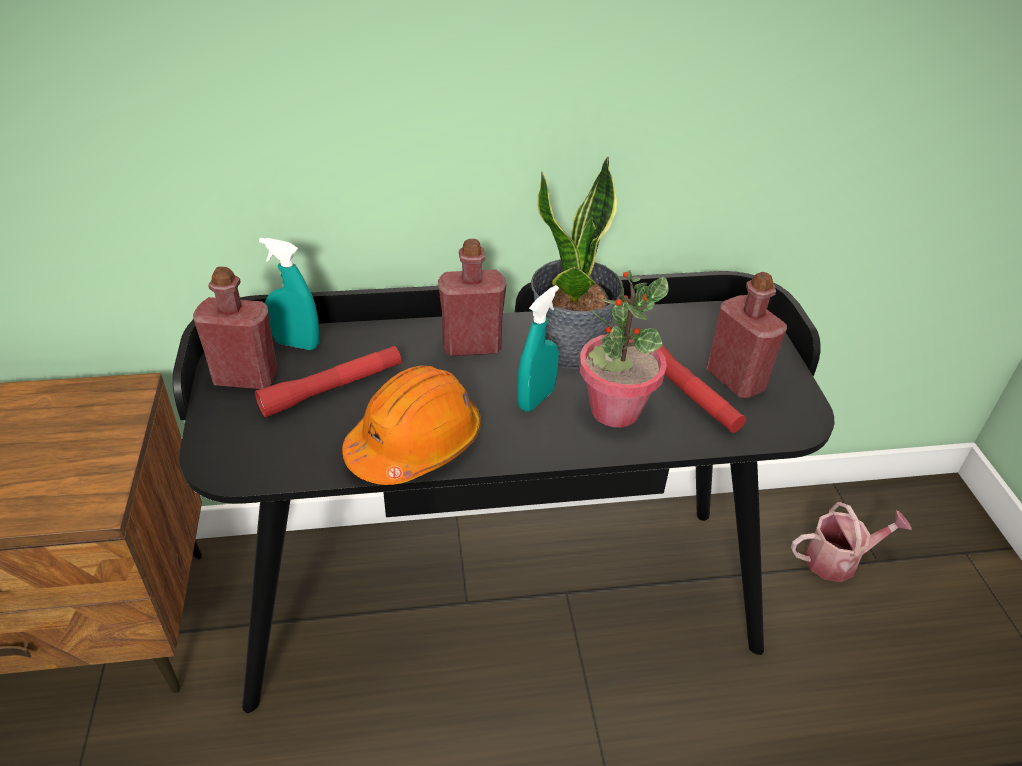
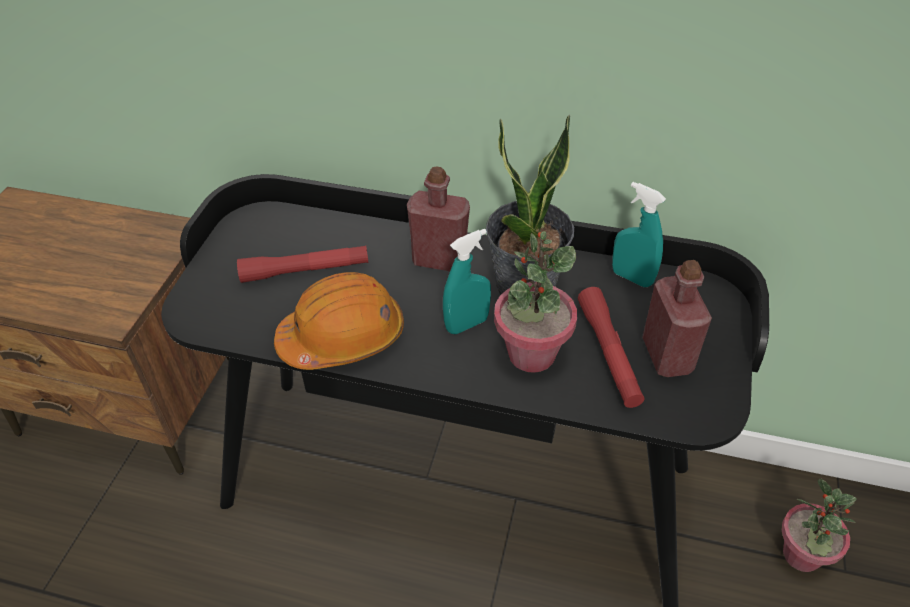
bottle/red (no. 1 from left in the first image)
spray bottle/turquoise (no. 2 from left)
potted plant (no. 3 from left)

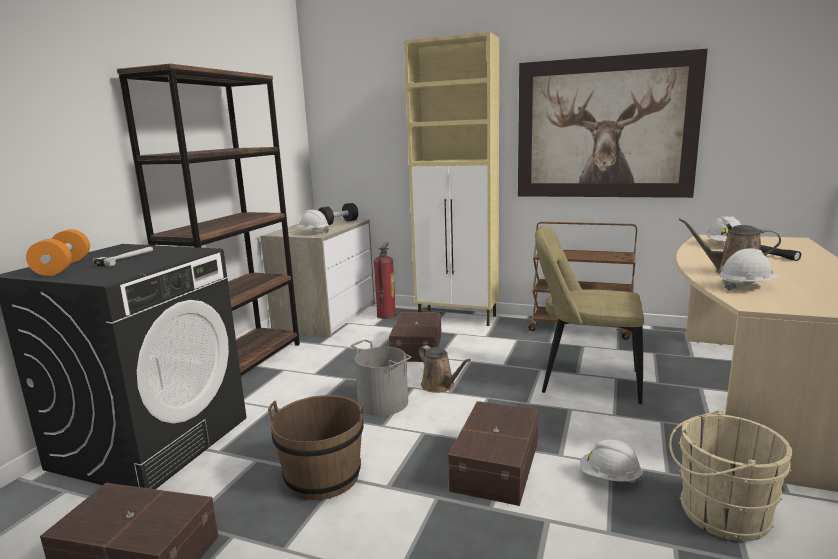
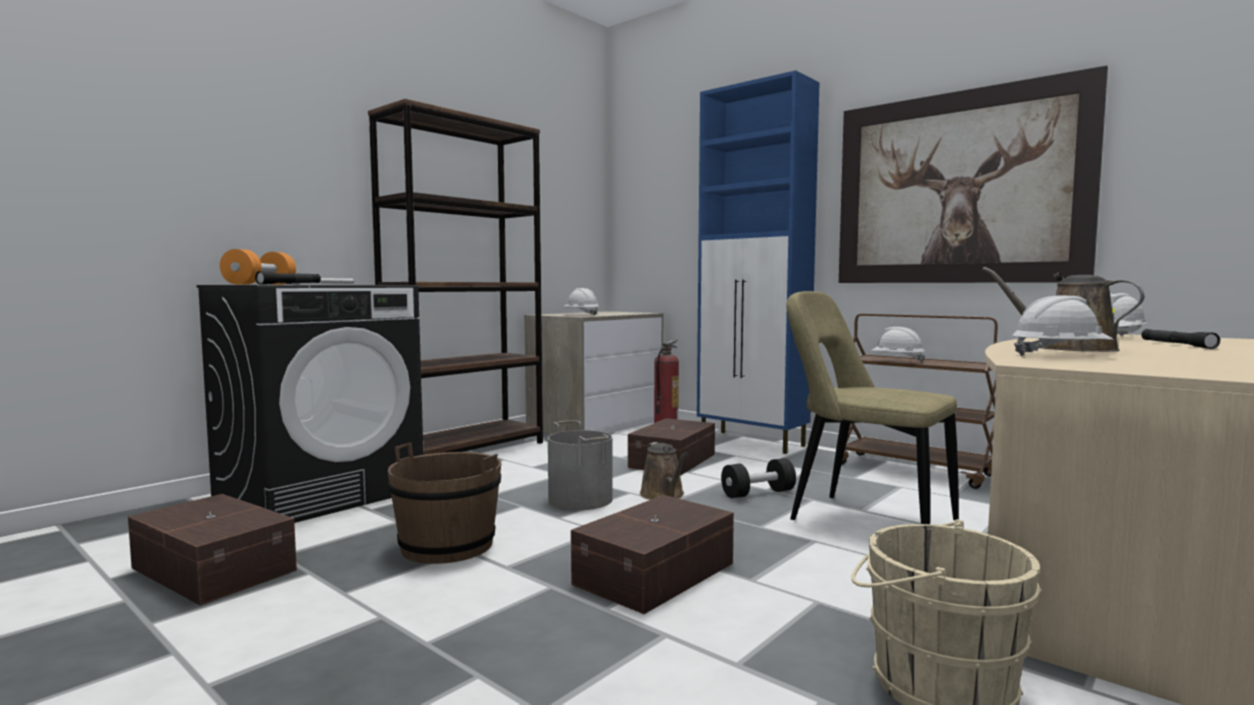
dumbbell/black
cabinet/blue
hard hat/white (no. 2 from left)
flashlight/black (no. 1 from left)

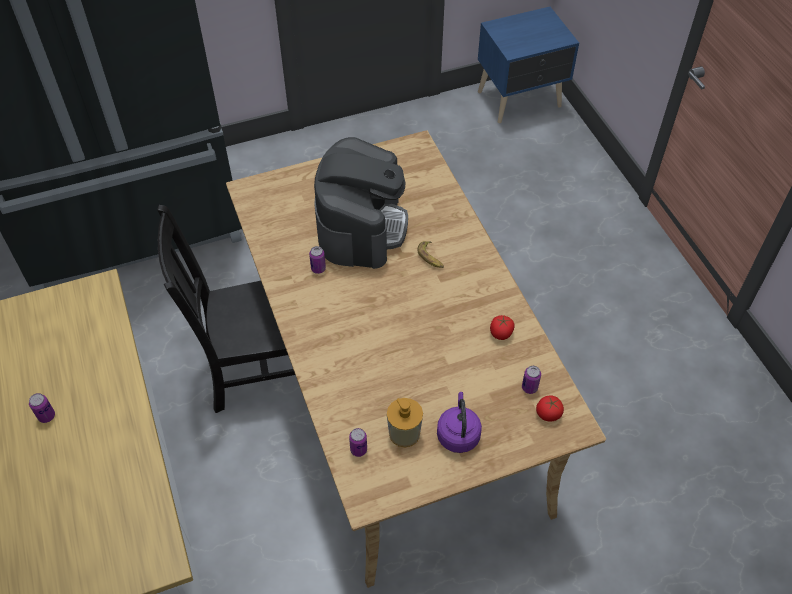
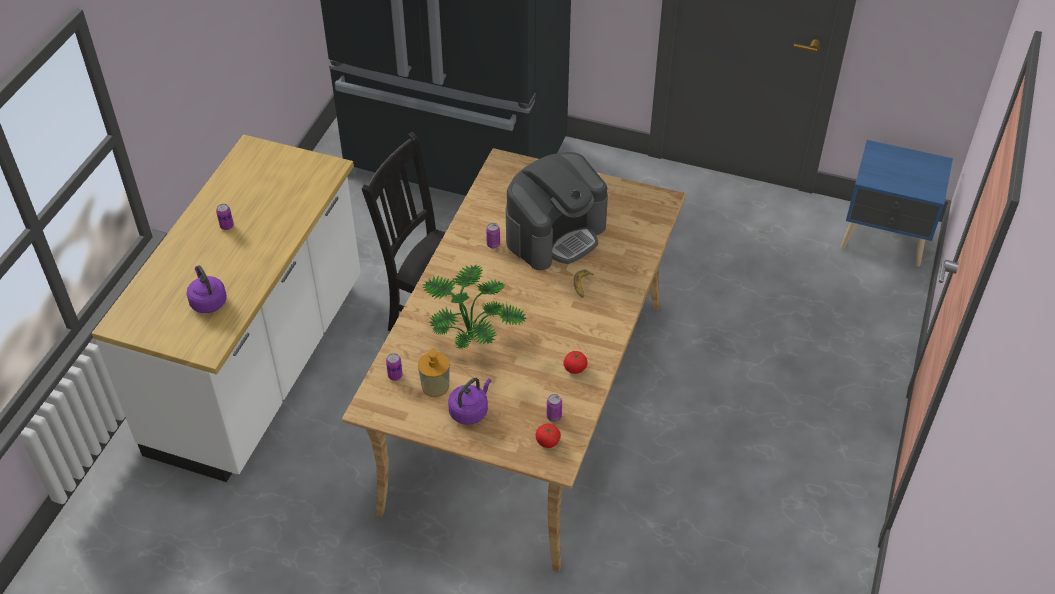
kettle/purple (no. 1 from left)
potted plant

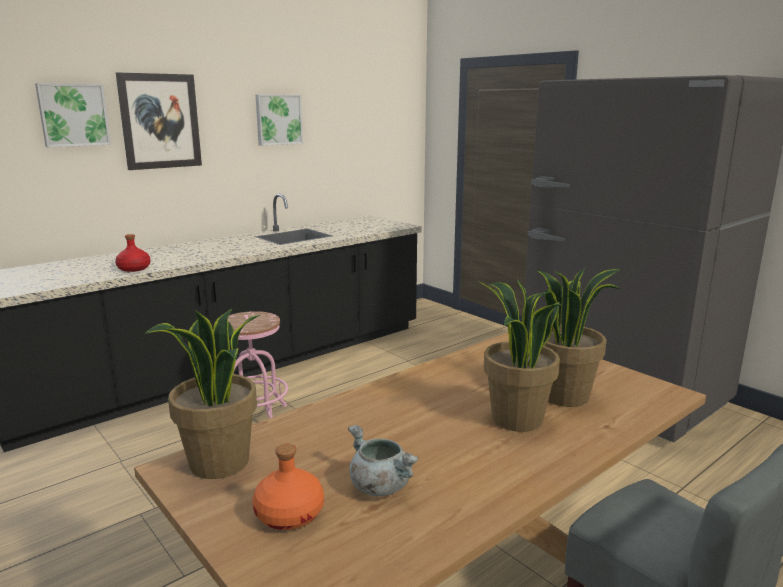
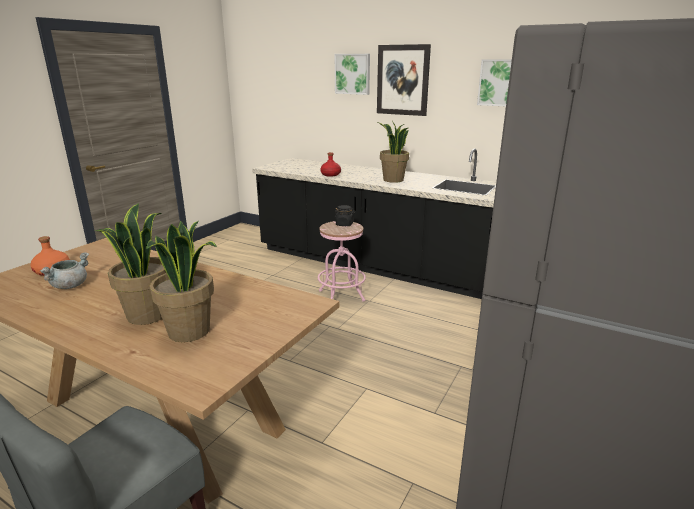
potted plant (no. 3 from left)
jar/black

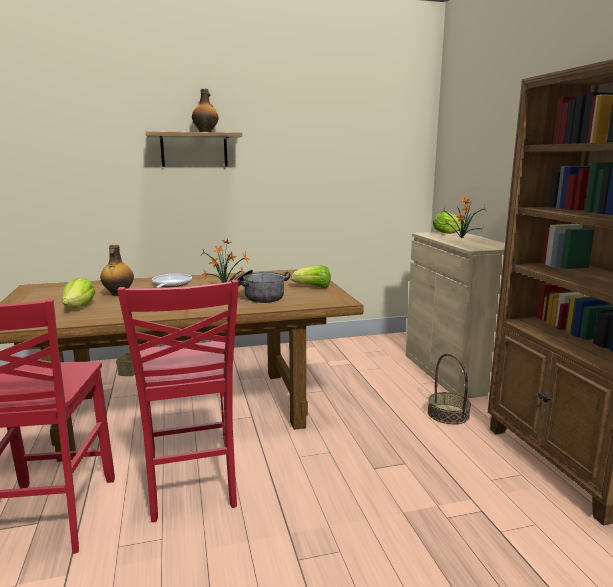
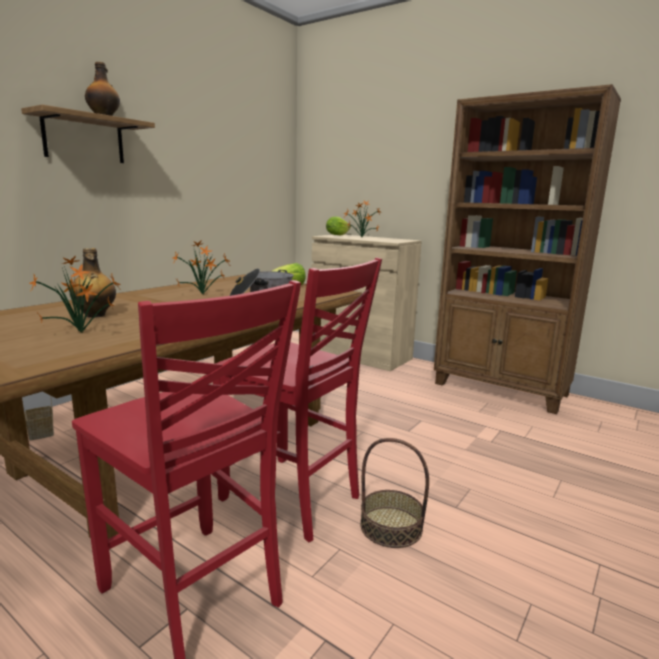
potted plant (no. 1 from left)
frying pan
basket (no. 2 from left)

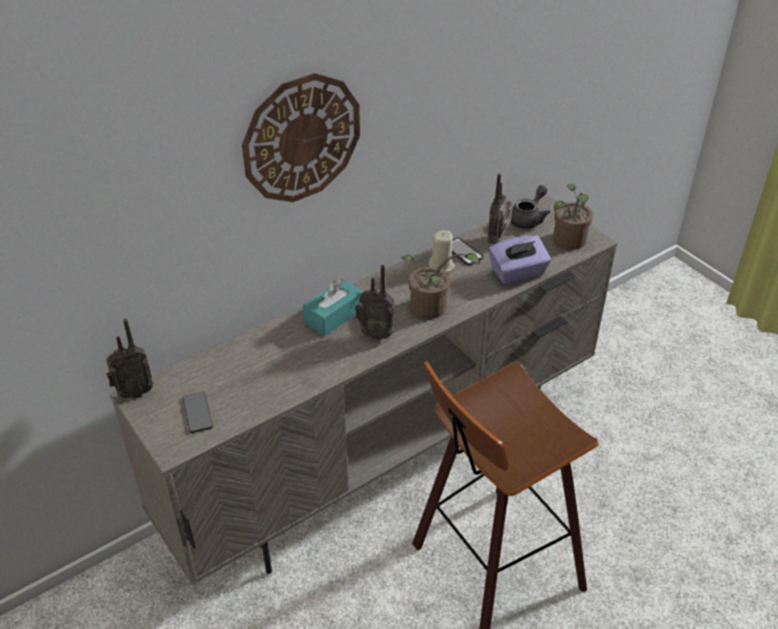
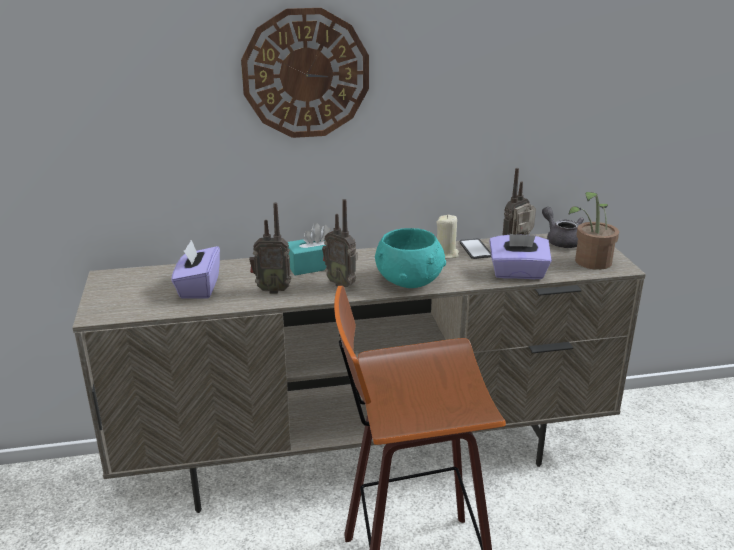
radio (no. 1 from left)
phone (no. 1 from left in the first image)
bowl/turquoise
teapot/grey
tissue box/purple (no. 1 from left)

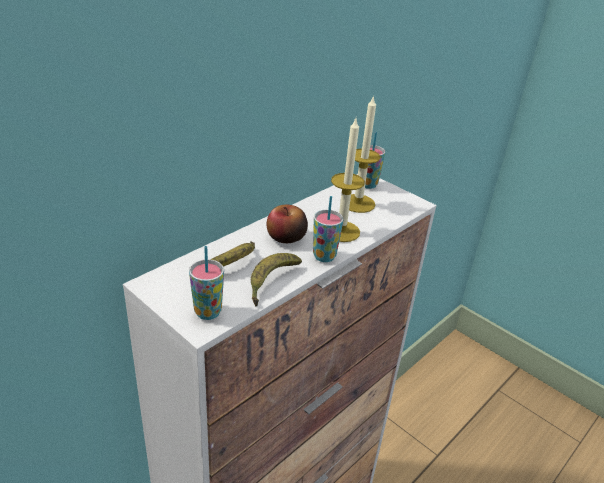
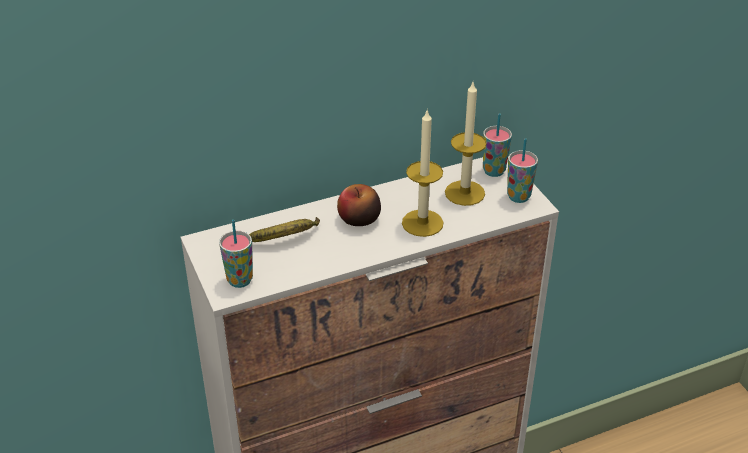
banana (no. 2 from left in the first image)
cup (no. 3 from left)

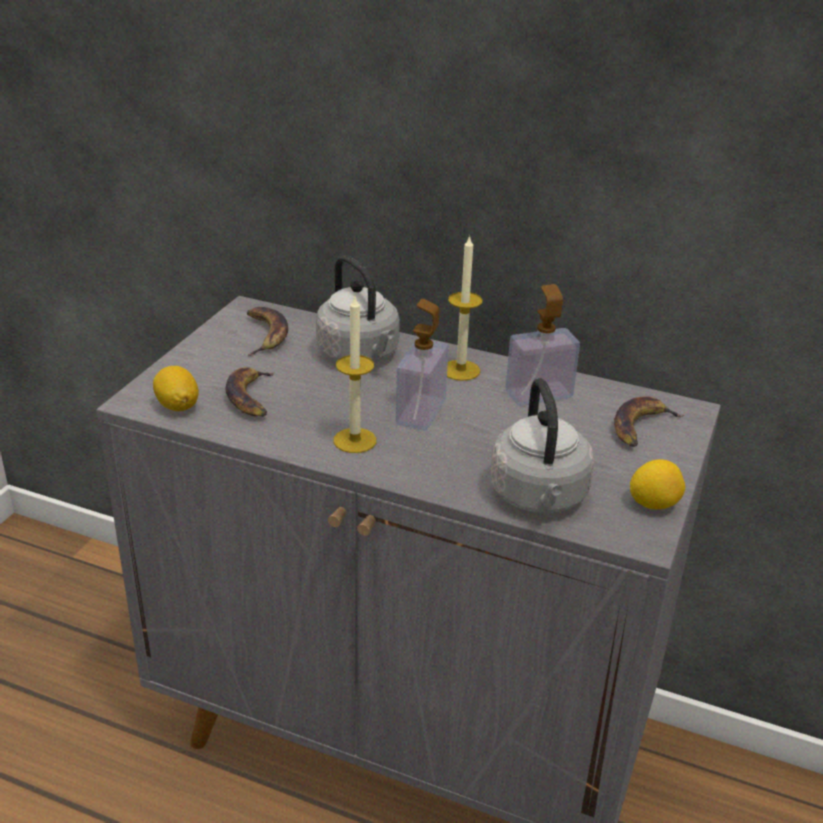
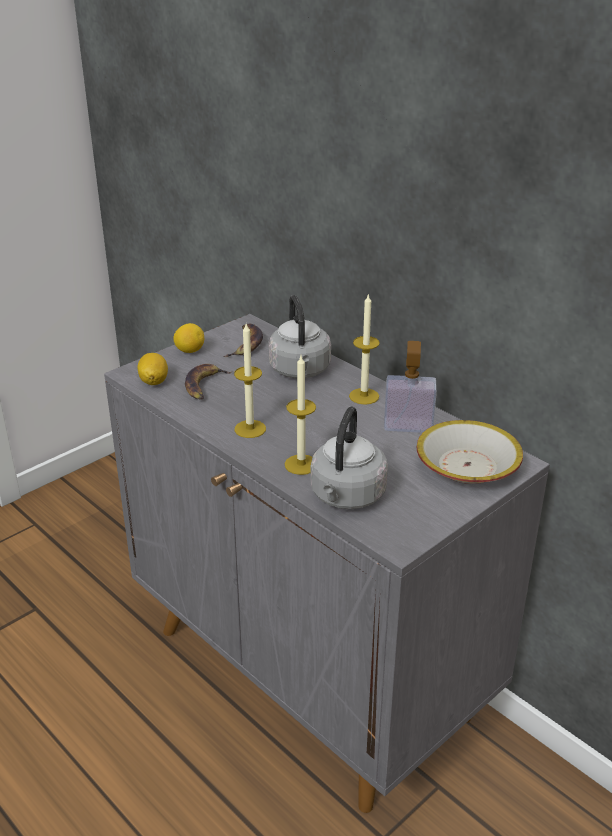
soap dispenser (no. 1 from left in the first image)
bowl
lemon (no. 2 from left)
candle (no. 2 from left)

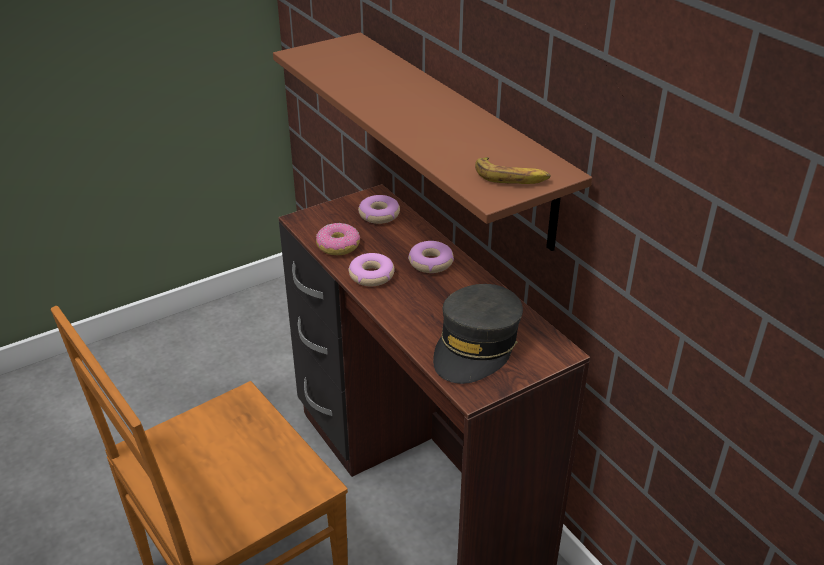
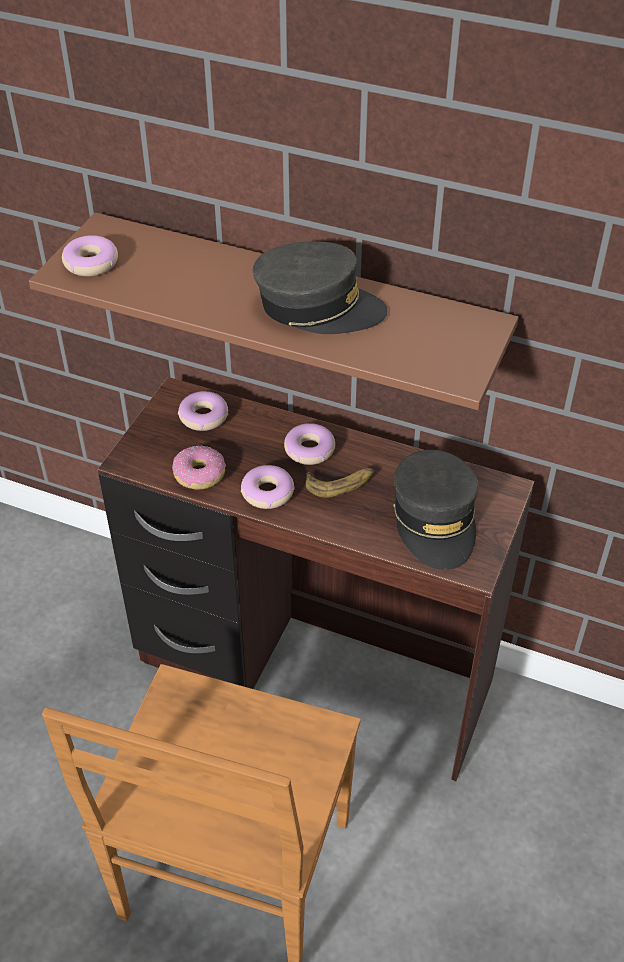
banana
donut (no. 1 from left)
cap/grey (no. 1 from left)

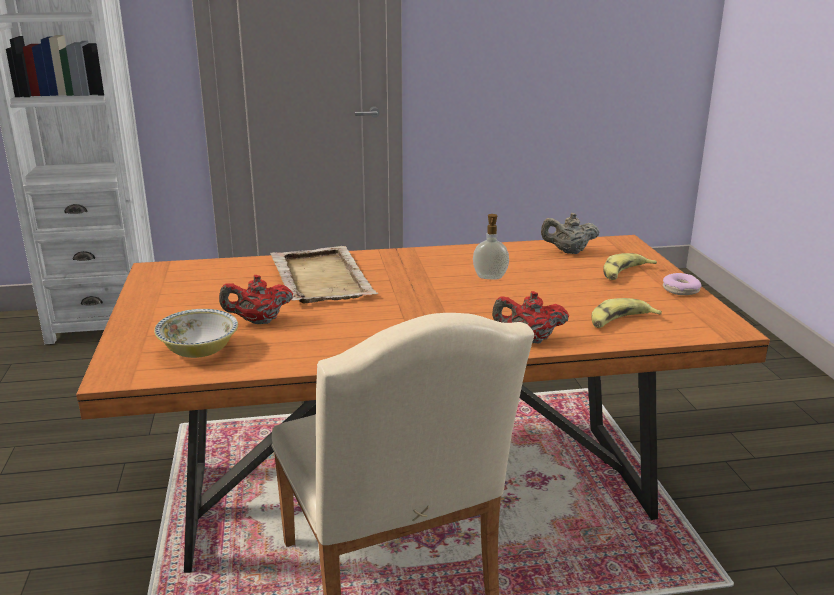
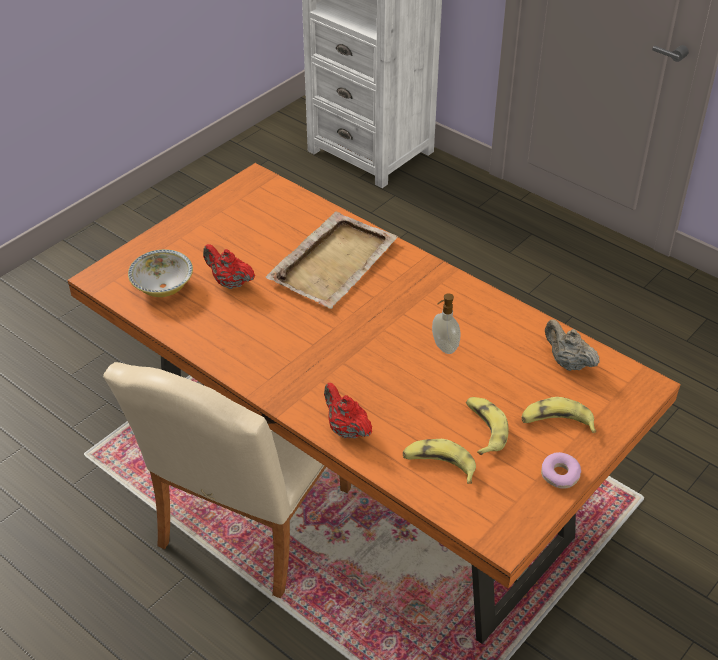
banana (no. 2 from left)

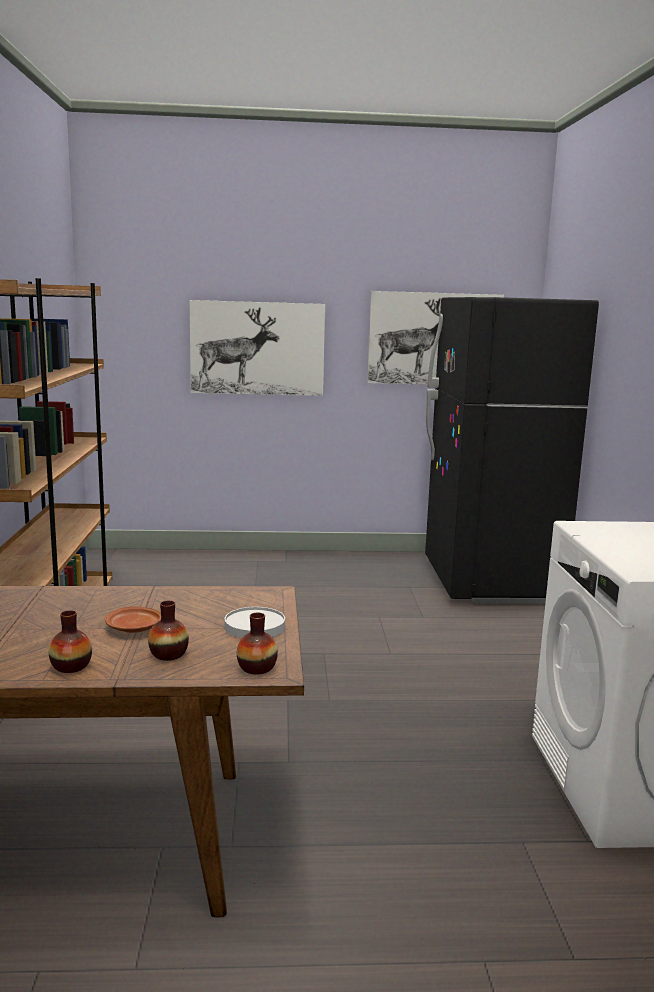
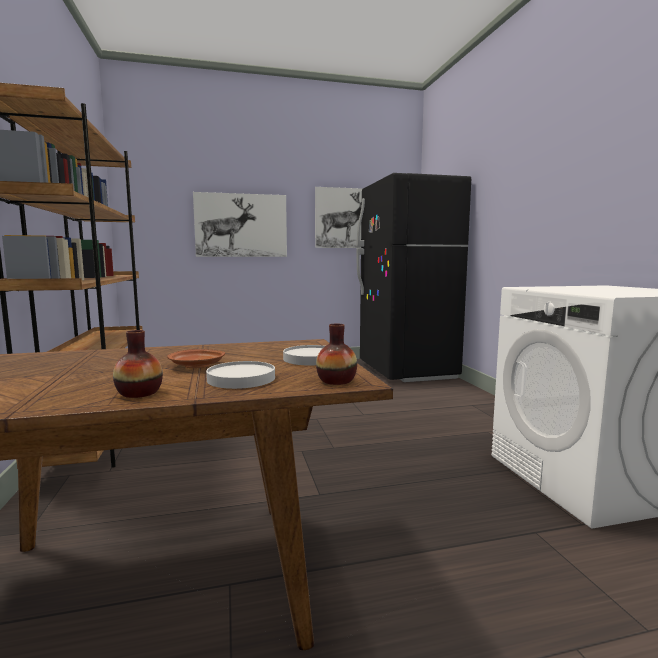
plate/white (no. 1 from left)

